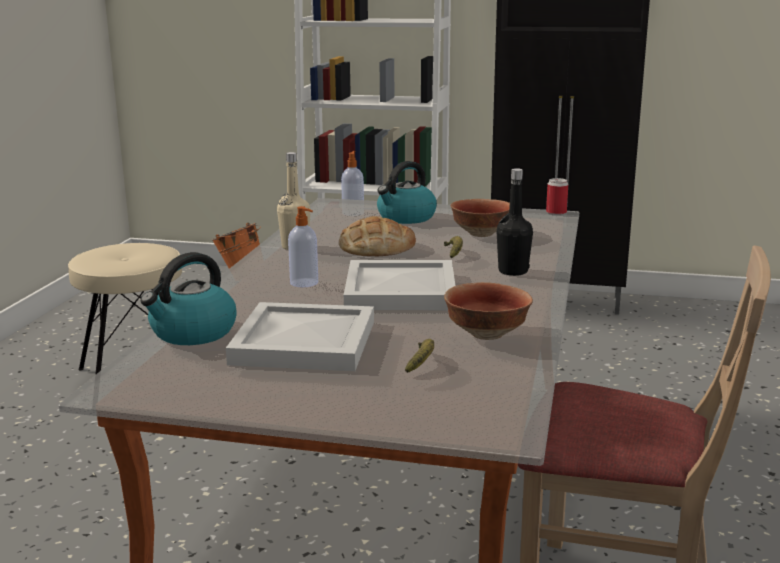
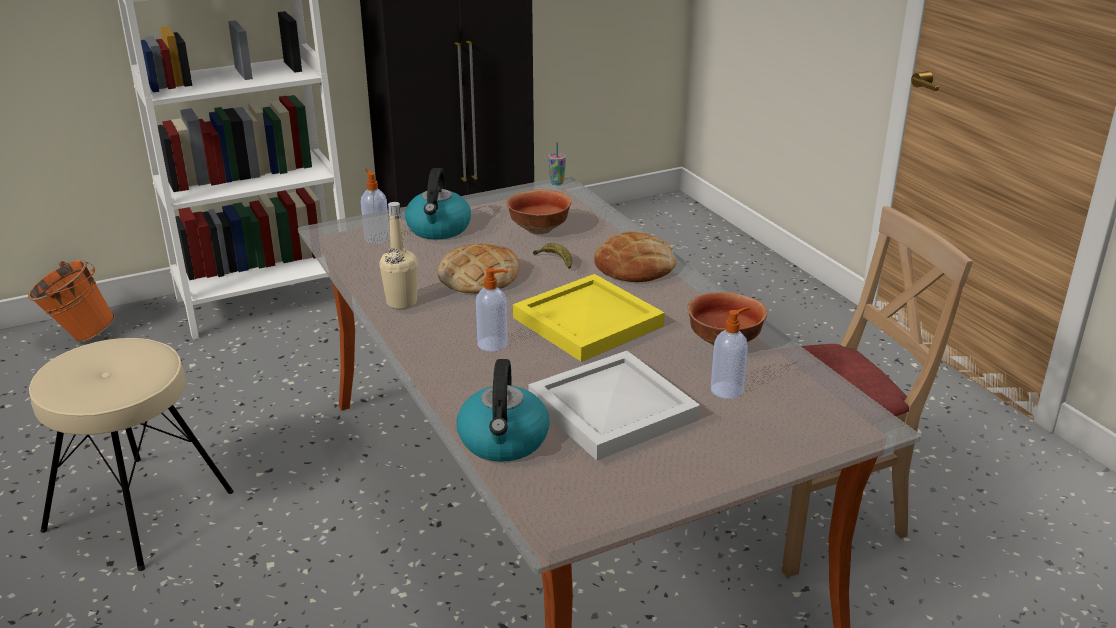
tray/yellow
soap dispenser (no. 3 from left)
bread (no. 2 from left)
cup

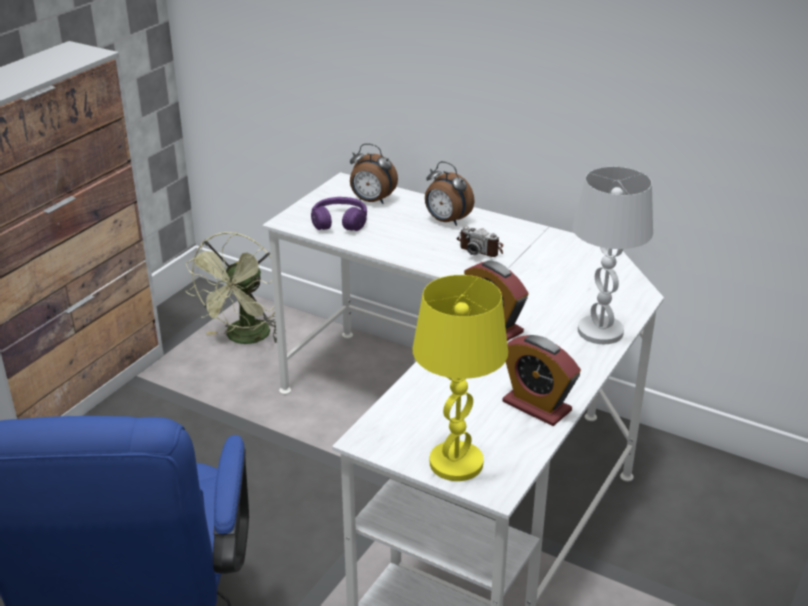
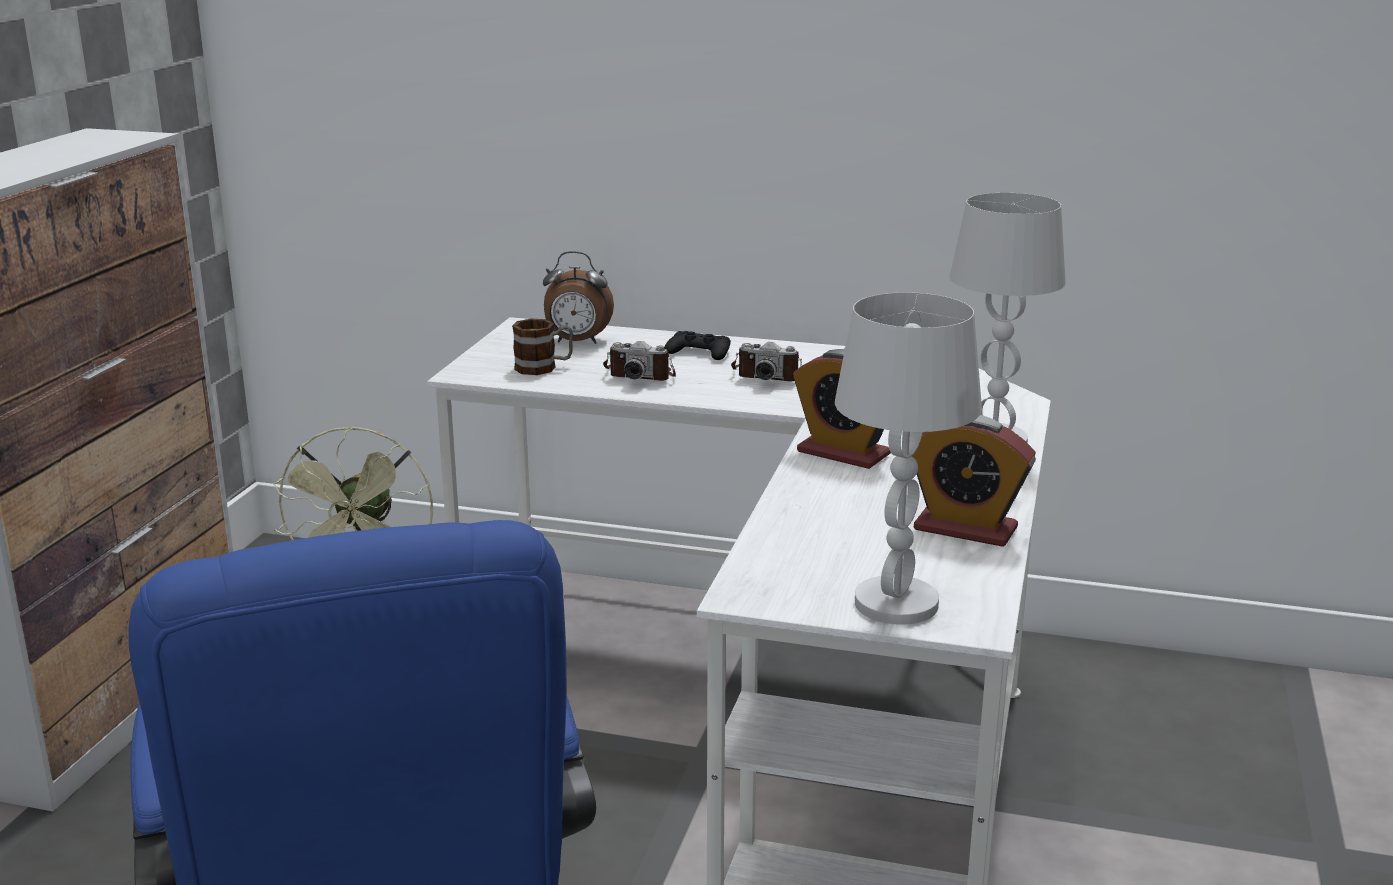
mug
table lamp/white (no. 1 from left)
game controller/black
photo camera (no. 1 from left)

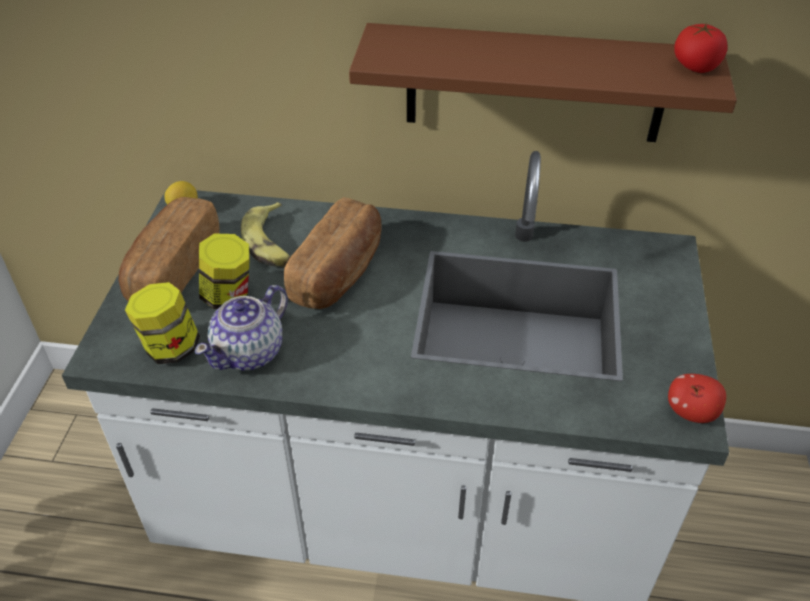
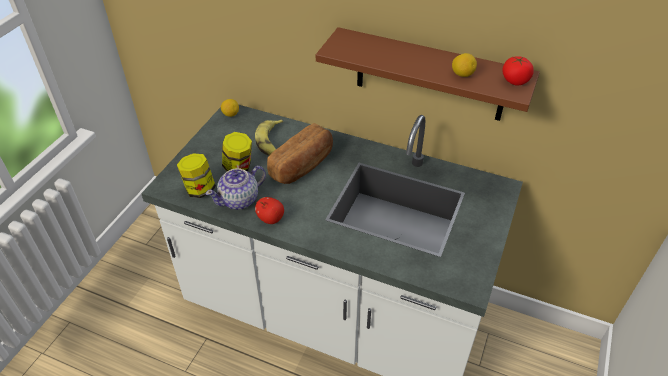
bread (no. 1 from left in the first image)
apple
lemon (no. 2 from left)

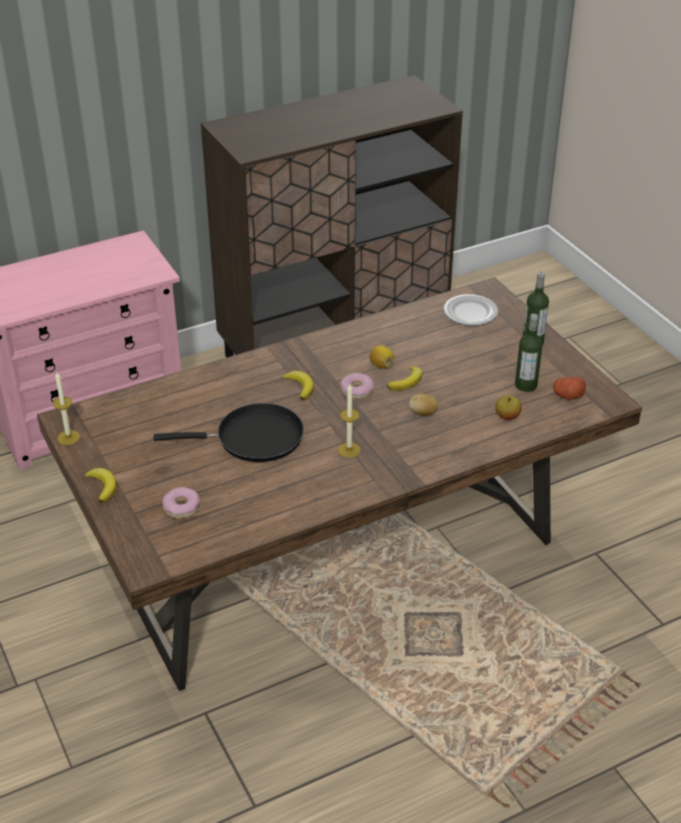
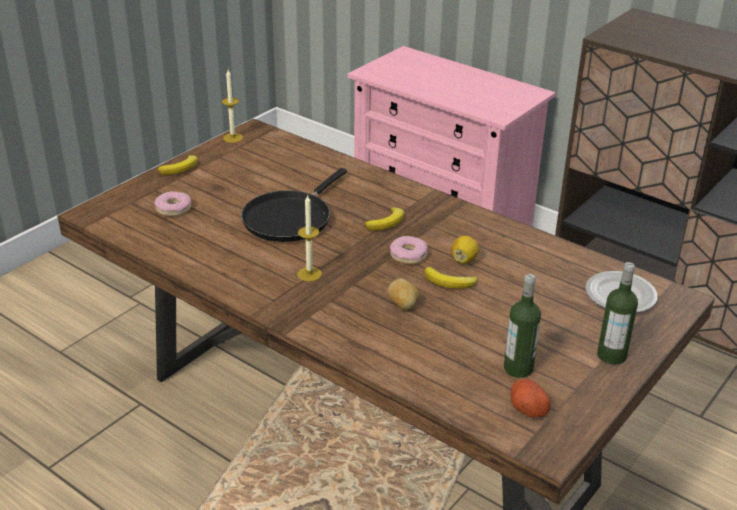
frying pan/black
apple

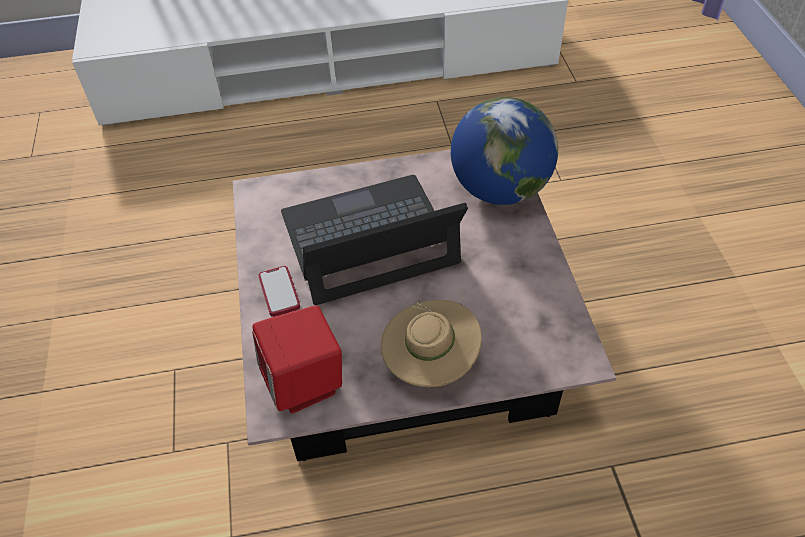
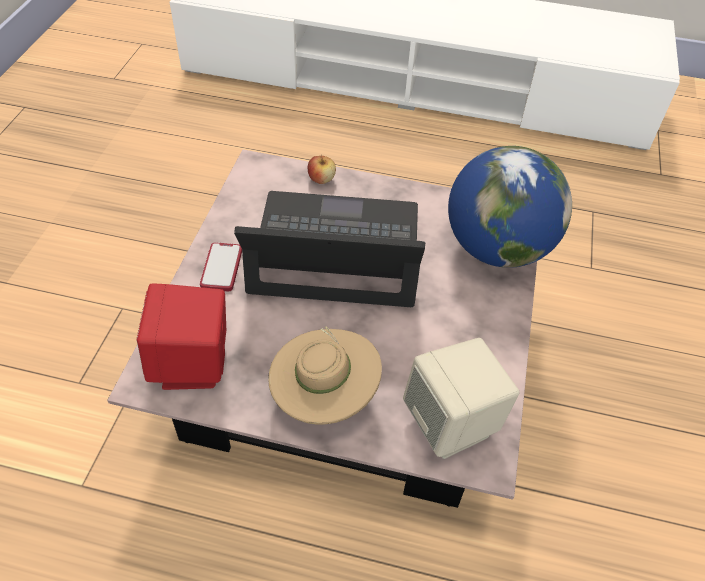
apple
speaker/beige

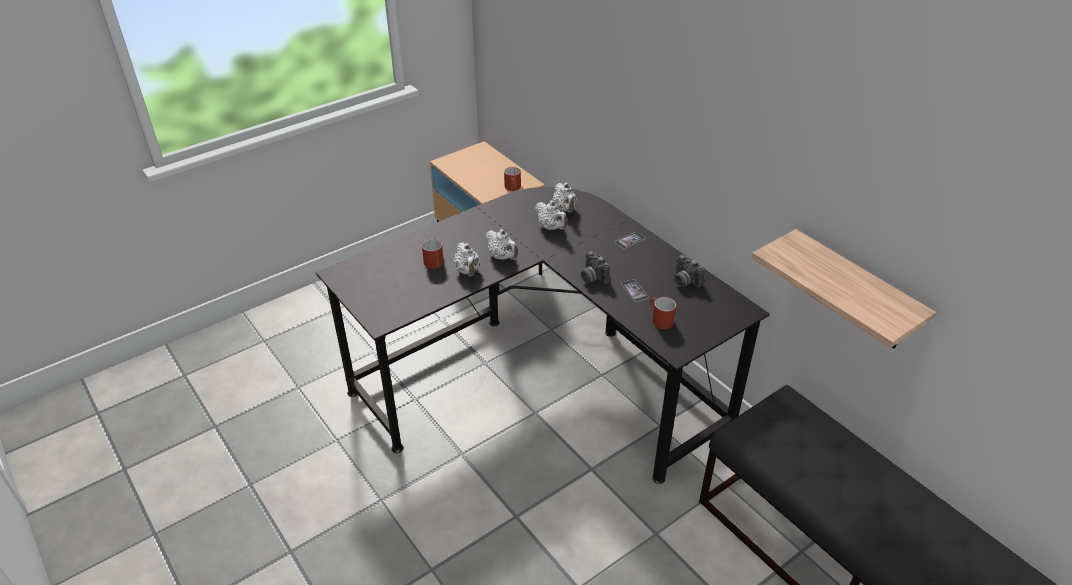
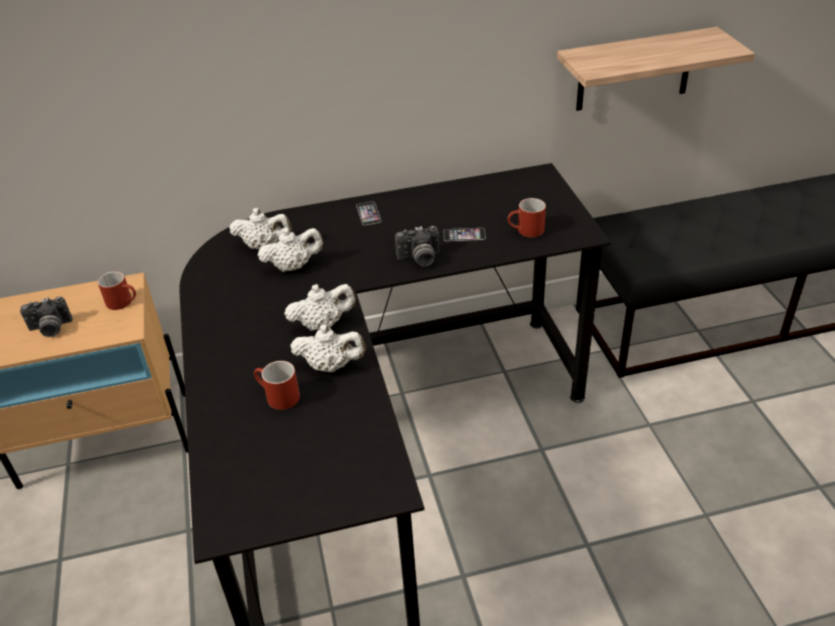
photo camera (no. 1 from left)

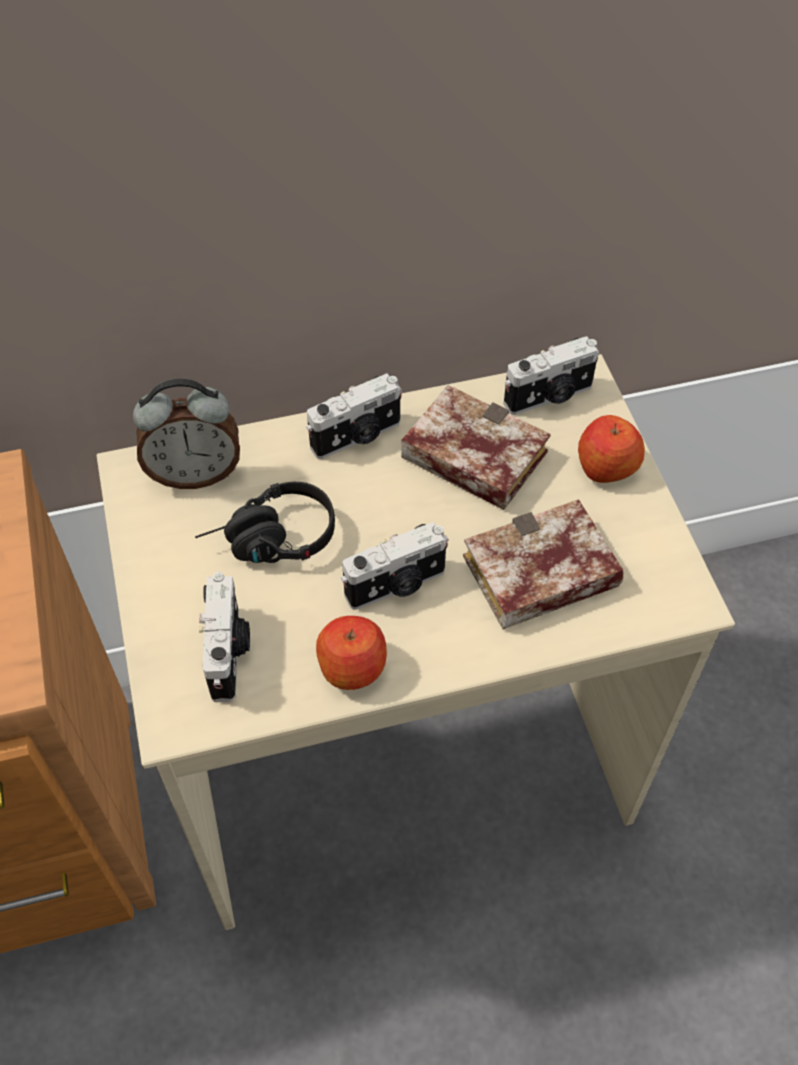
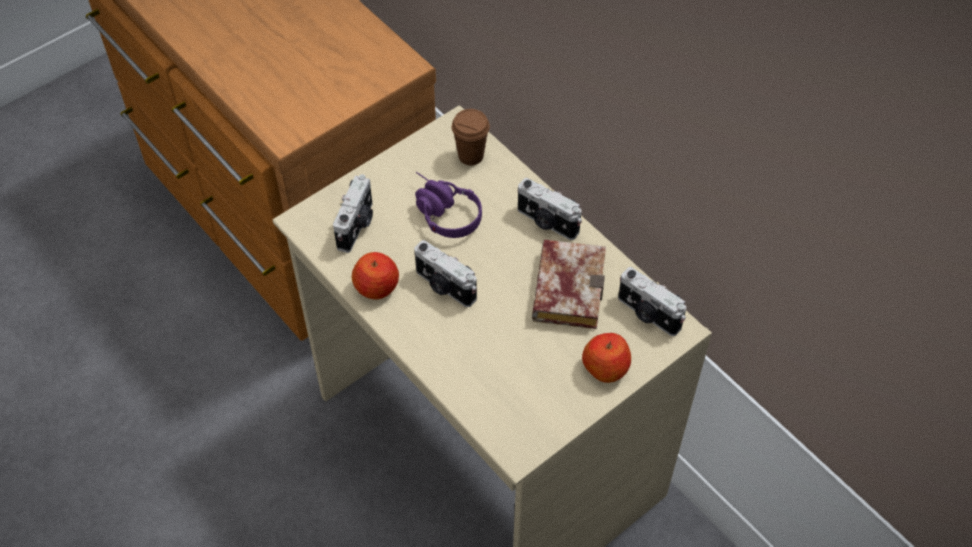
cup/brown
headphones/purple
photo camera (no. 1 from left)
book (no. 2 from left in the first image)

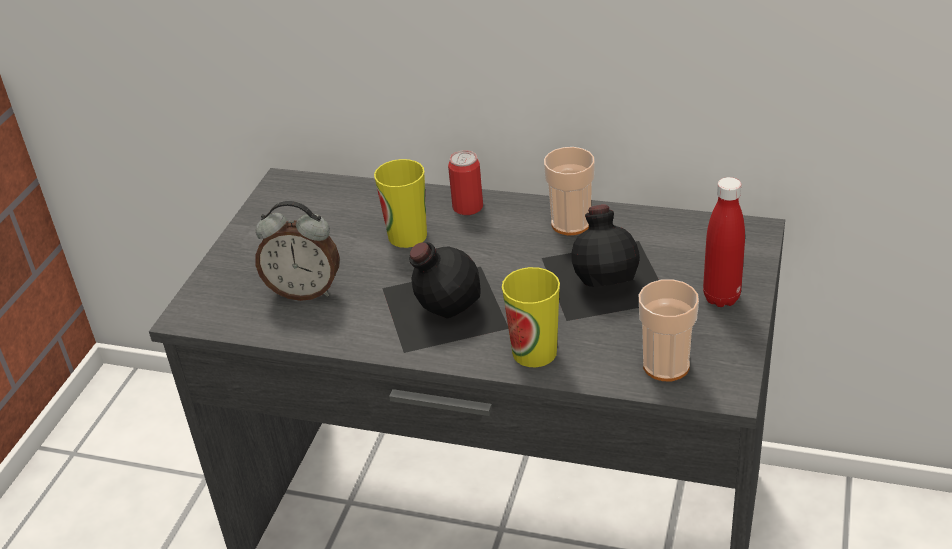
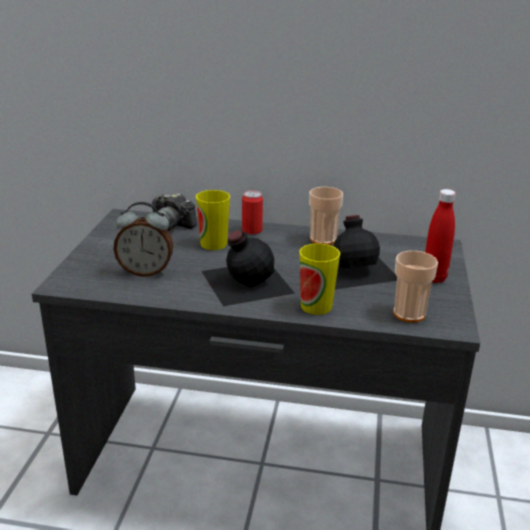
photo camera

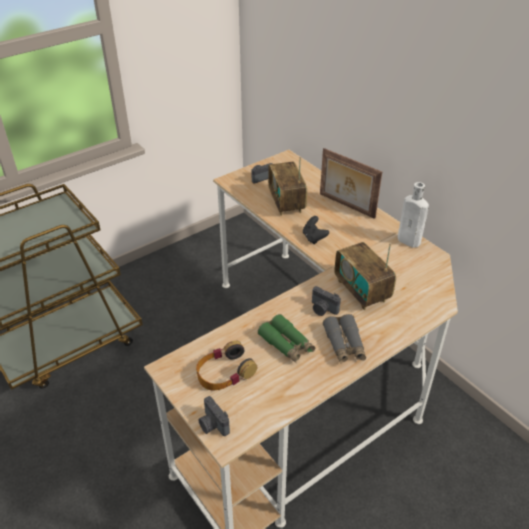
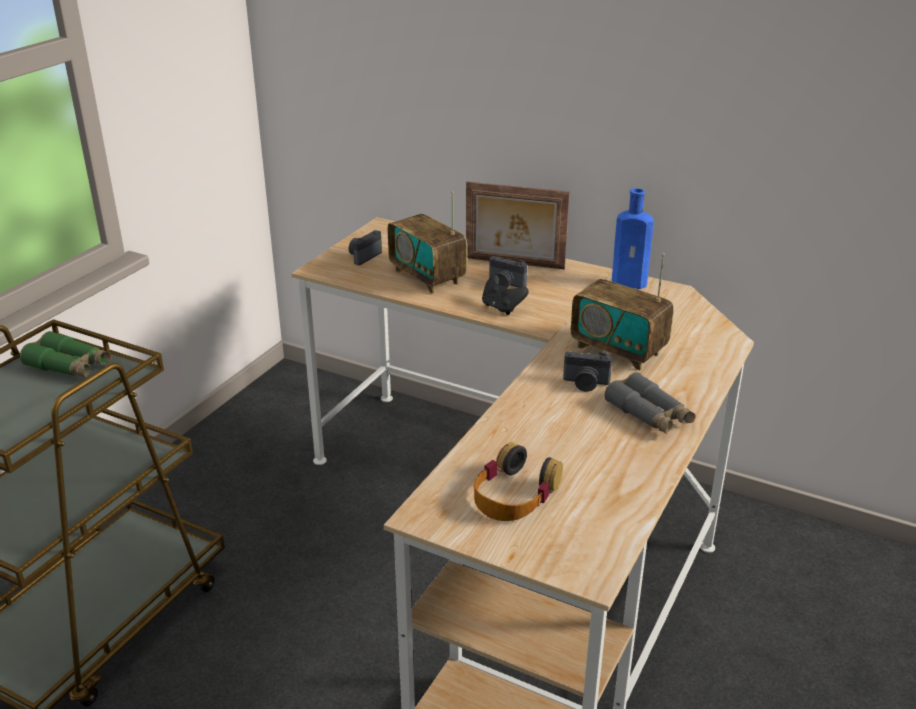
photo camera (no. 2 from left)
binoculars/green
bottle/blue

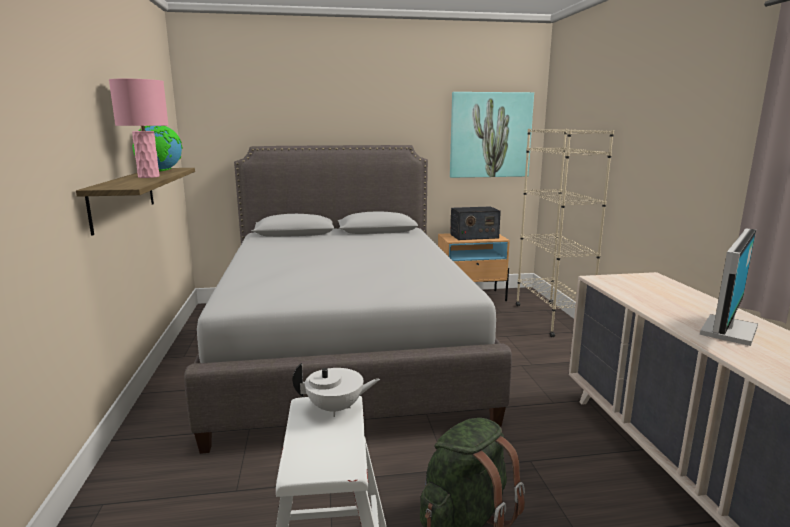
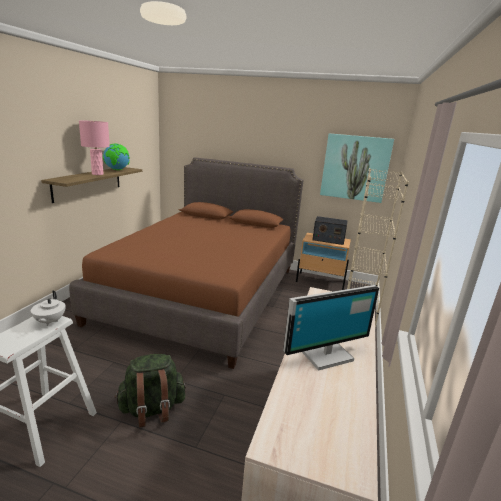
bed/brown
teapot/white

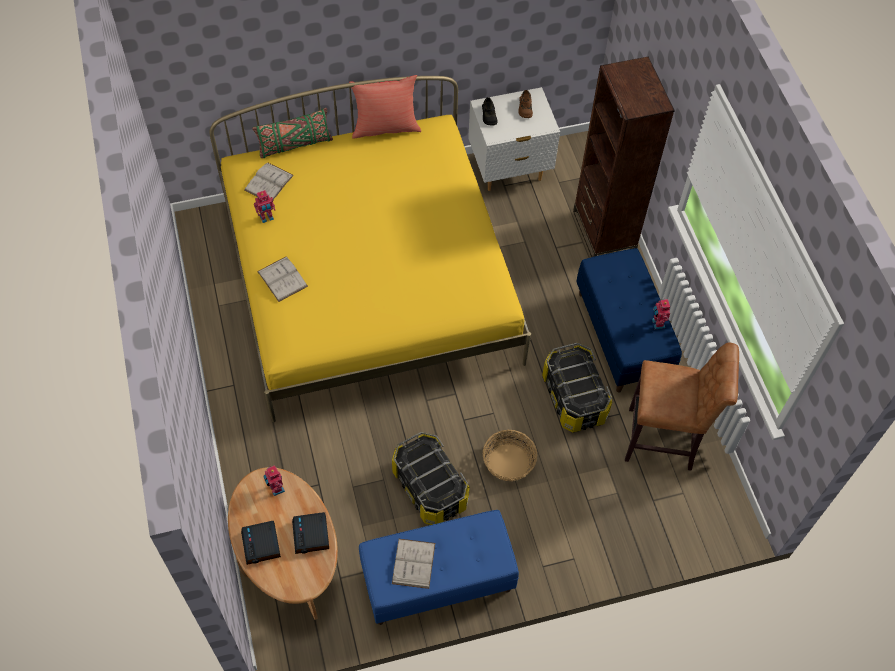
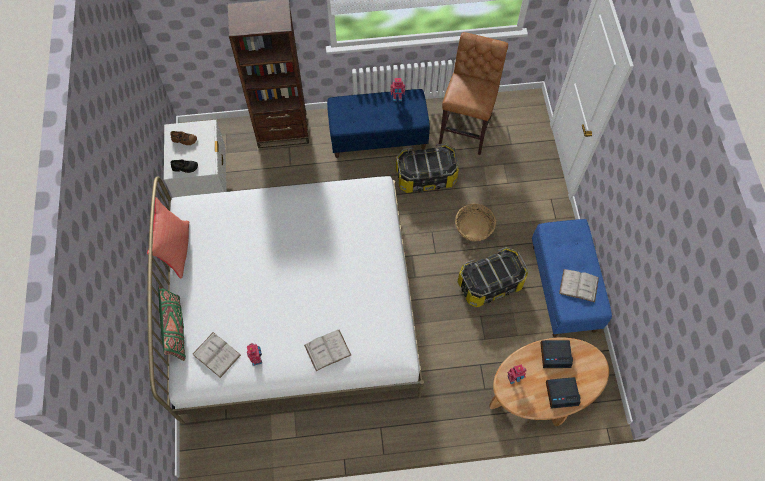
bed/white

